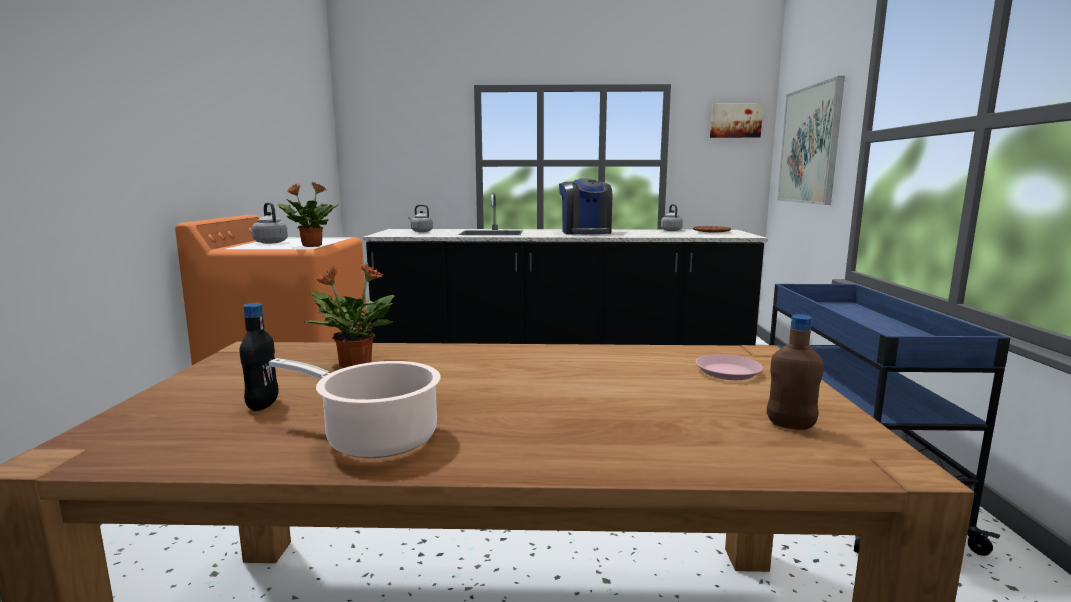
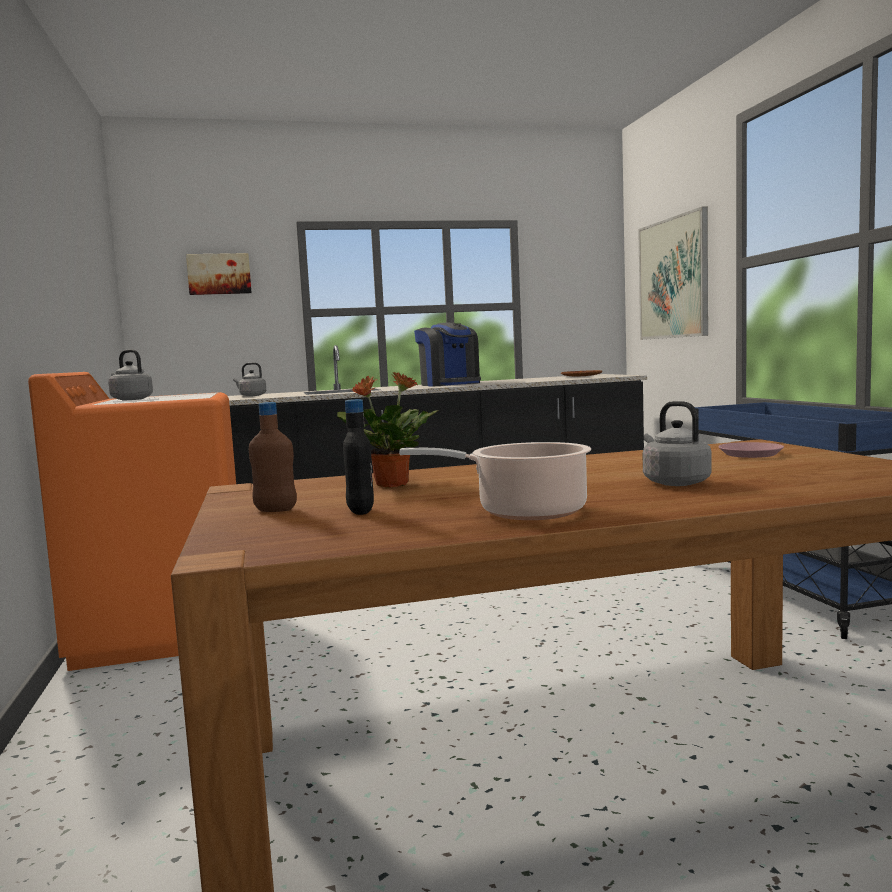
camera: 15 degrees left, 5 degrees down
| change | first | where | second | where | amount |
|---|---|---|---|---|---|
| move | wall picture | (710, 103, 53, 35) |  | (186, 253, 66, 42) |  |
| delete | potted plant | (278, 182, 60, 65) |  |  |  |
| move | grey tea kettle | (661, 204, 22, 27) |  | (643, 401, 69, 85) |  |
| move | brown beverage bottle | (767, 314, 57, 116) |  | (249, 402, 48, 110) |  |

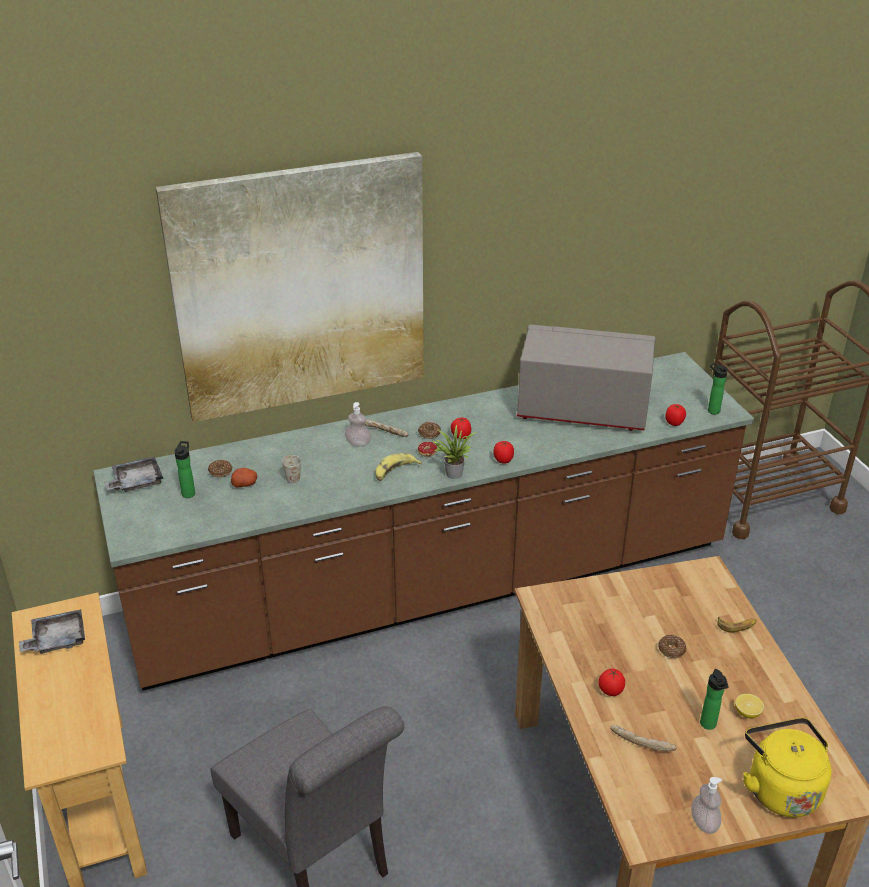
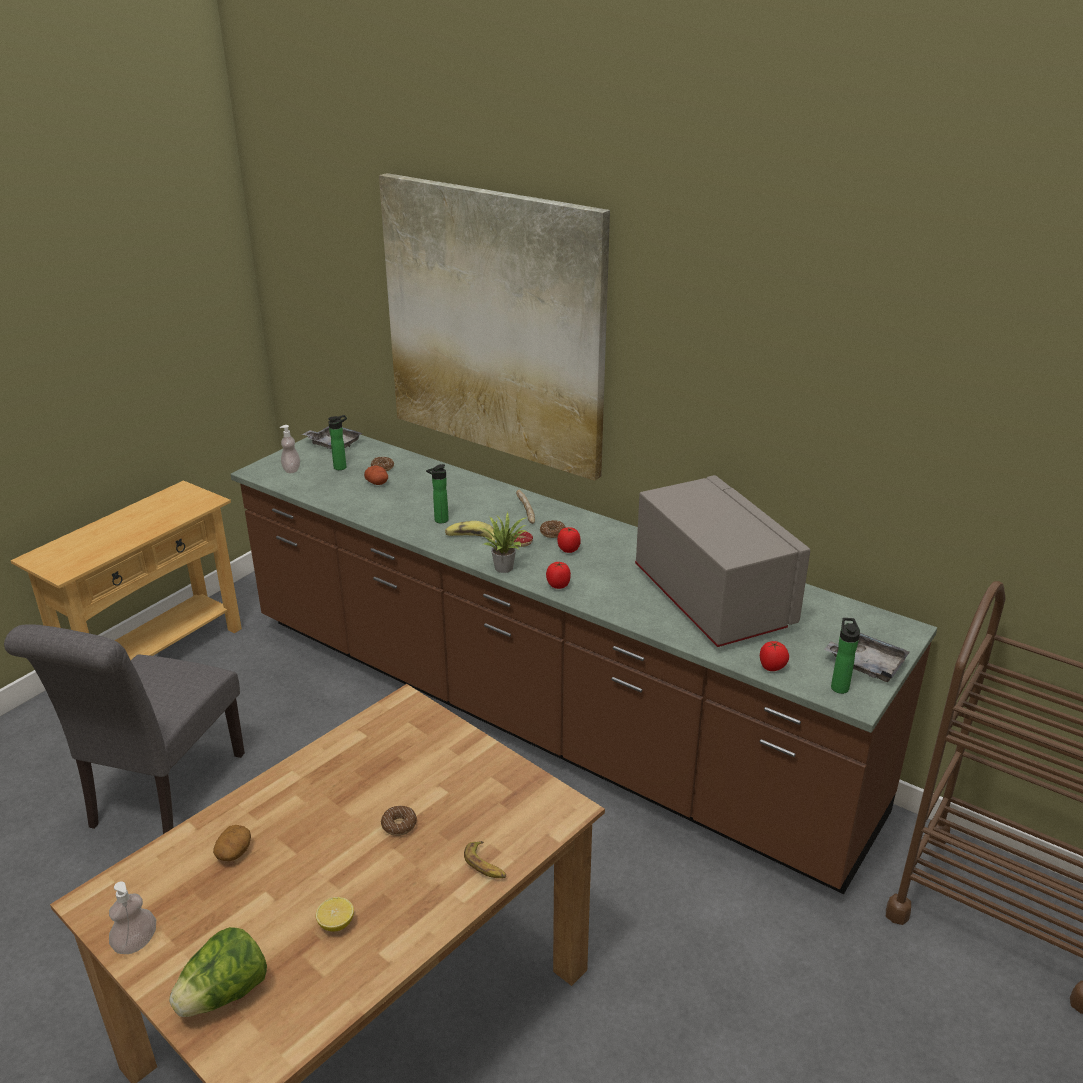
camera: 55 degrees right, 5 degrees down
| change | first | where | second | where | amount |
|---|---|---|---|---|---|
| move | soap bottle | (345, 402, 26, 45) |  | (280, 425, 20, 48) |  |
| delete | whitish tea mug | (282, 455, 19, 28) |  |  |  |
| move | grey serving tray | (19, 609, 66, 45) |  | (824, 633, 86, 49) |  |
| delete | fresh tomato | (598, 669, 27, 27) |  |  |  |
| move | beverage bottle | (700, 669, 28, 61) |  | (426, 464, 23, 59) |  |
| replace | yellowish tea kettle | (743, 718, 89, 99) | lettuce head | (169, 927, 98, 90) |  |
| replace | bakery bread | (610, 725, 67, 26) | whole potato | (213, 825, 38, 36) |  |

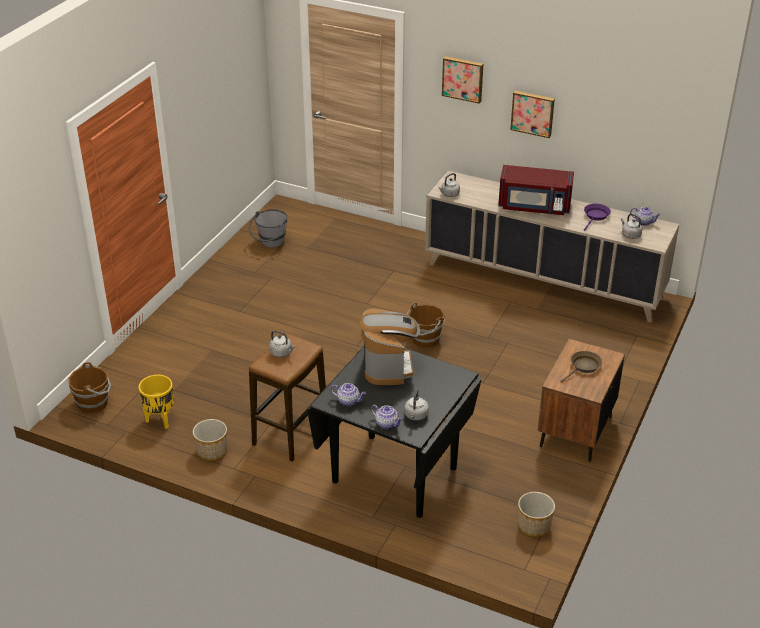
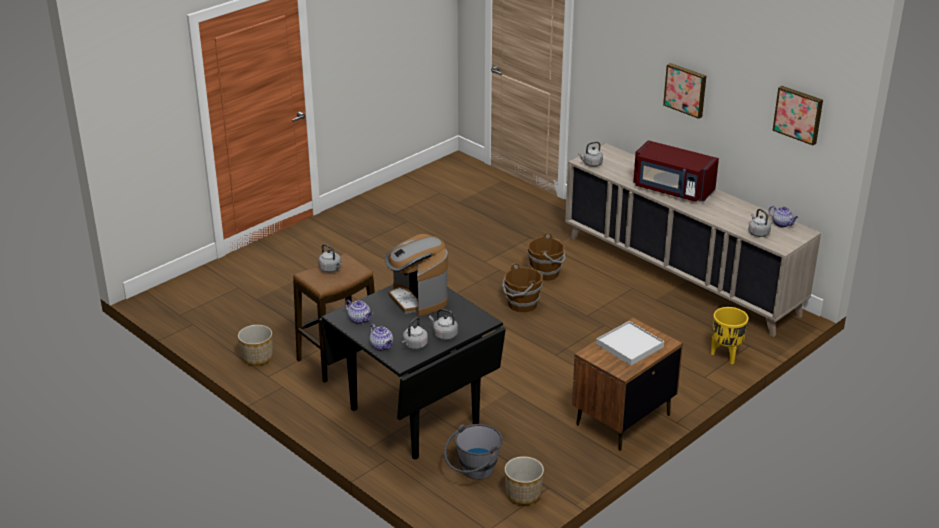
camera: 20 degrees right, 5 degrees down
| change | first | where | second | where | amount |
|---|---|---|---|---|---|
| move | wall picture | (442, 56, 41, 48) |  | (772, 86, 51, 59) |  |
| delete | purple frying pan | (584, 204, 27, 27) |  |  |  |
| move | grey pail | (249, 209, 39, 39) |  | (444, 424, 59, 56) |  |
| rotate | coffee machine | (359, 308, 61, 77) |  | (385, 234, 63, 82) | 135 degrees clockwise |
| replace | brown frying pan | (560, 351, 42, 31) | whitish serving tray | (596, 321, 68, 45) |  |
| move | brown pail | (68, 362, 43, 51) |  | (528, 233, 38, 48) |  |
| move | yellowish flower pot | (138, 375, 36, 54) |  | (711, 307, 37, 57) |  |
| insert |  |  | grey tea kettle | (429, 309, 29, 31) |  |

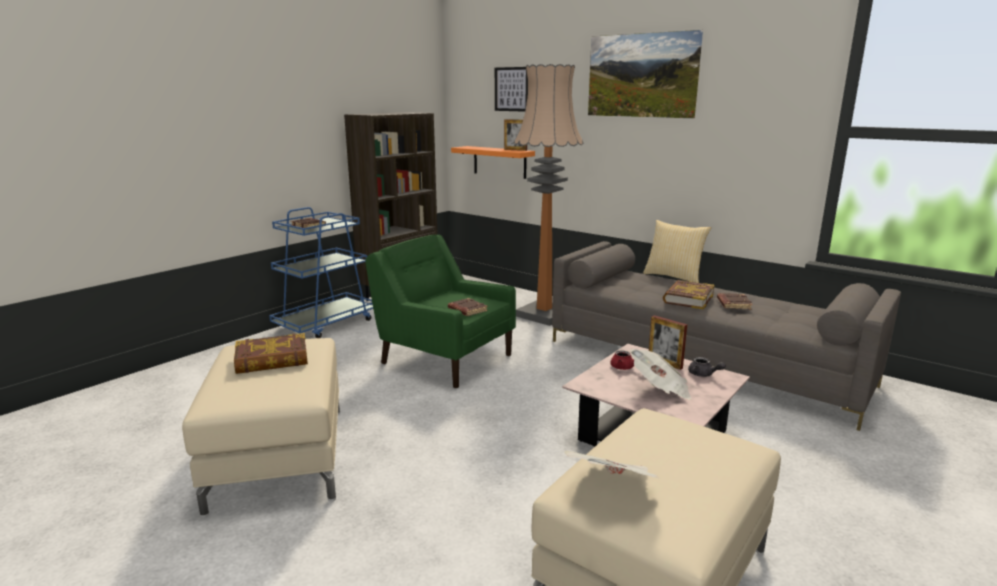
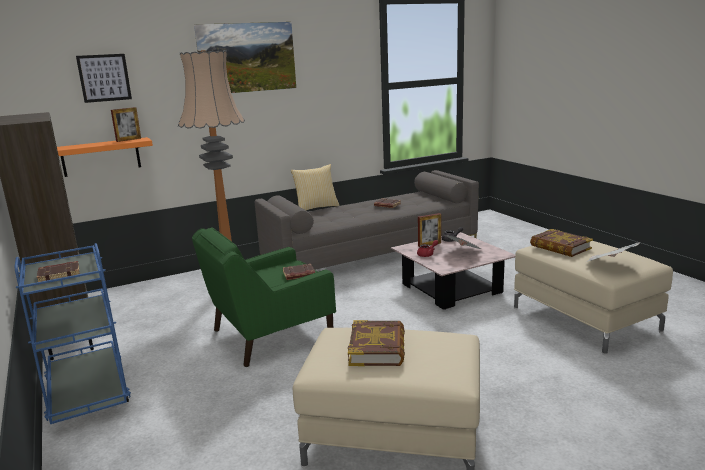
camera: 65 degrees left, 0 degrees up
| change | first | where | second | where | amount |
|---|---|---|---|---|---|
| move | book | (663, 280, 52, 29) |  | (530, 229, 63, 28) |  |

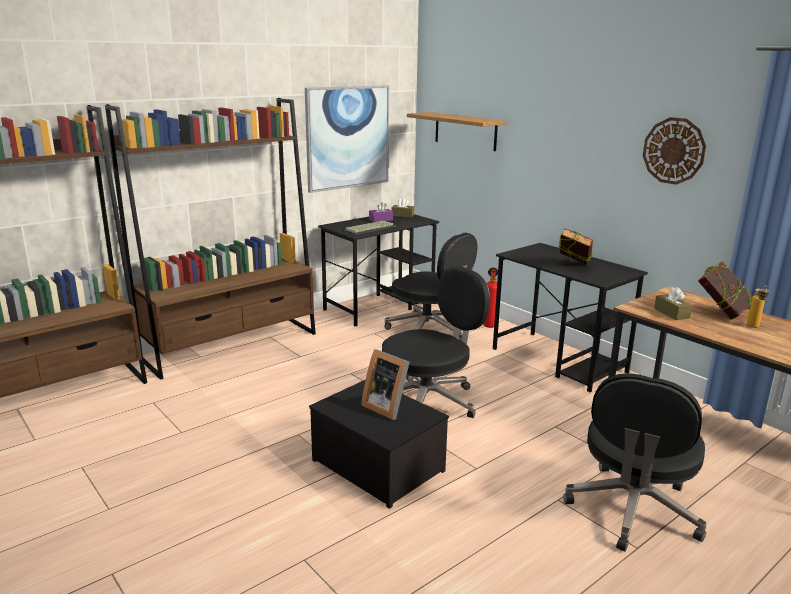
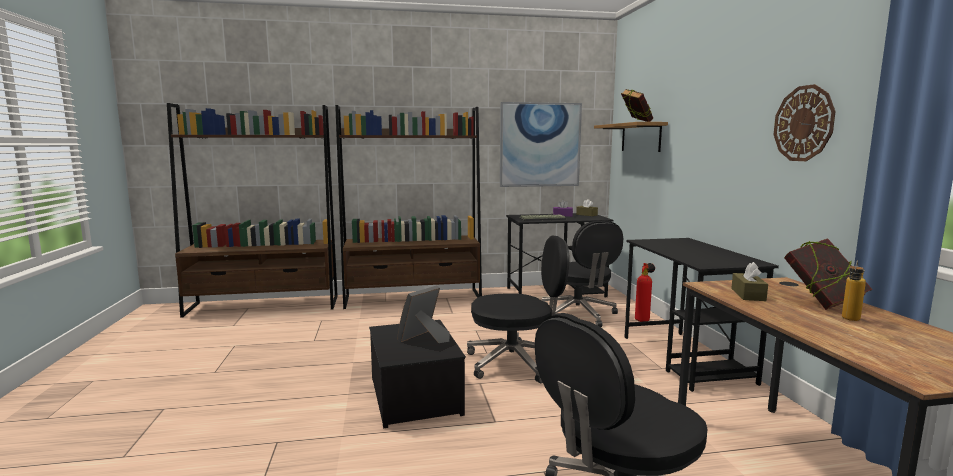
camera: 30 degrees right, 10 degrees down
| change | first | where | second | where | amount |
|---|---|---|---|---|---|
| move | book | (559, 228, 34, 37) |  | (621, 89, 32, 33) |  |
| rotate | photo frame | (361, 350, 49, 70) |  | (398, 285, 52, 58) | 60 degrees clockwise |

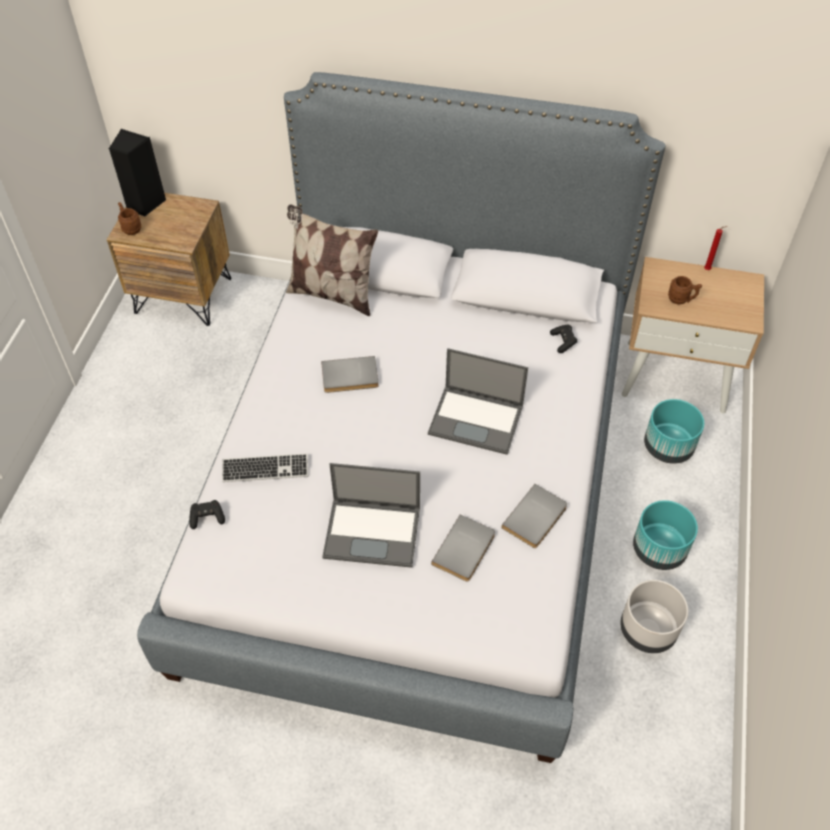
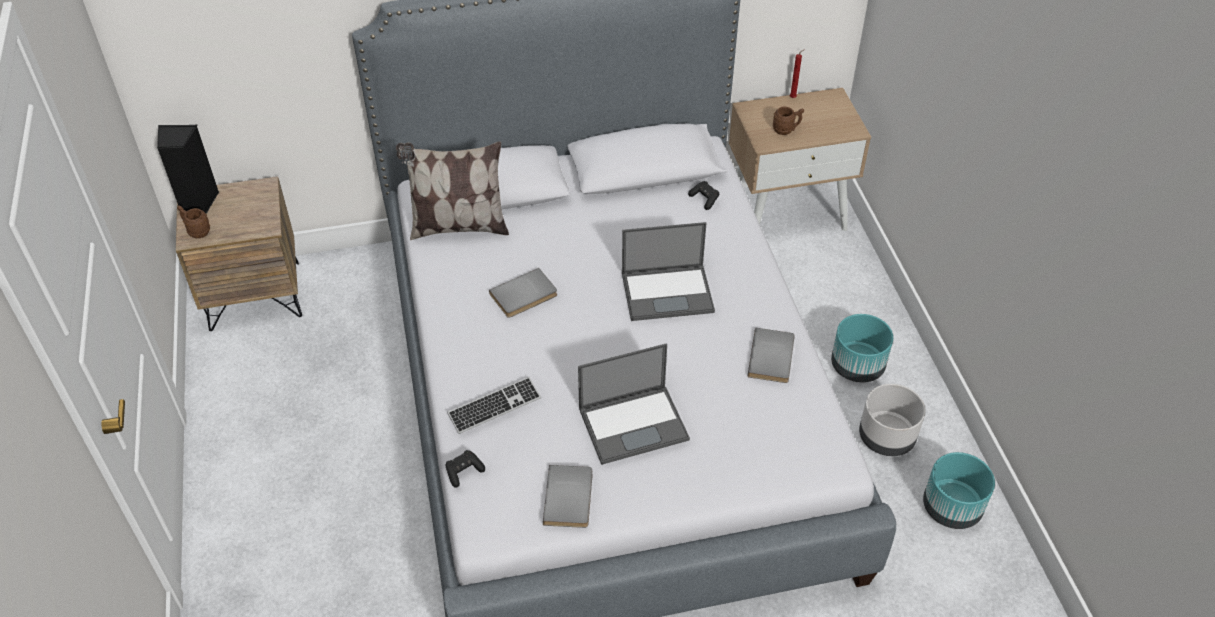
camera: 25 degrees left, 5 degrees down
| change | first | where | second | where | amount |
|---|---|---|---|---|---|
| move | turquoise flower pot | (644, 399, 60, 65) |  | (923, 452, 72, 77) |  |
| move | grey book | (431, 515, 64, 67) |  | (543, 465, 49, 63) |  |

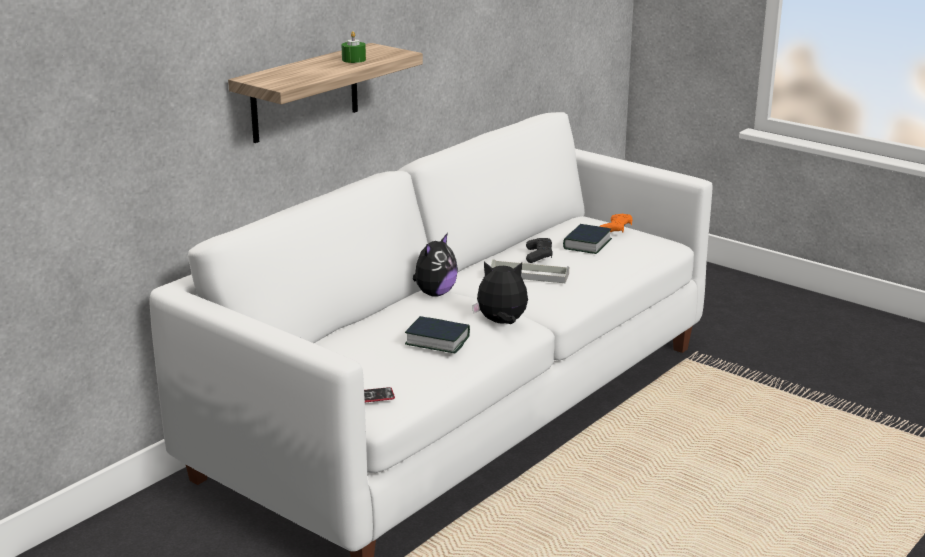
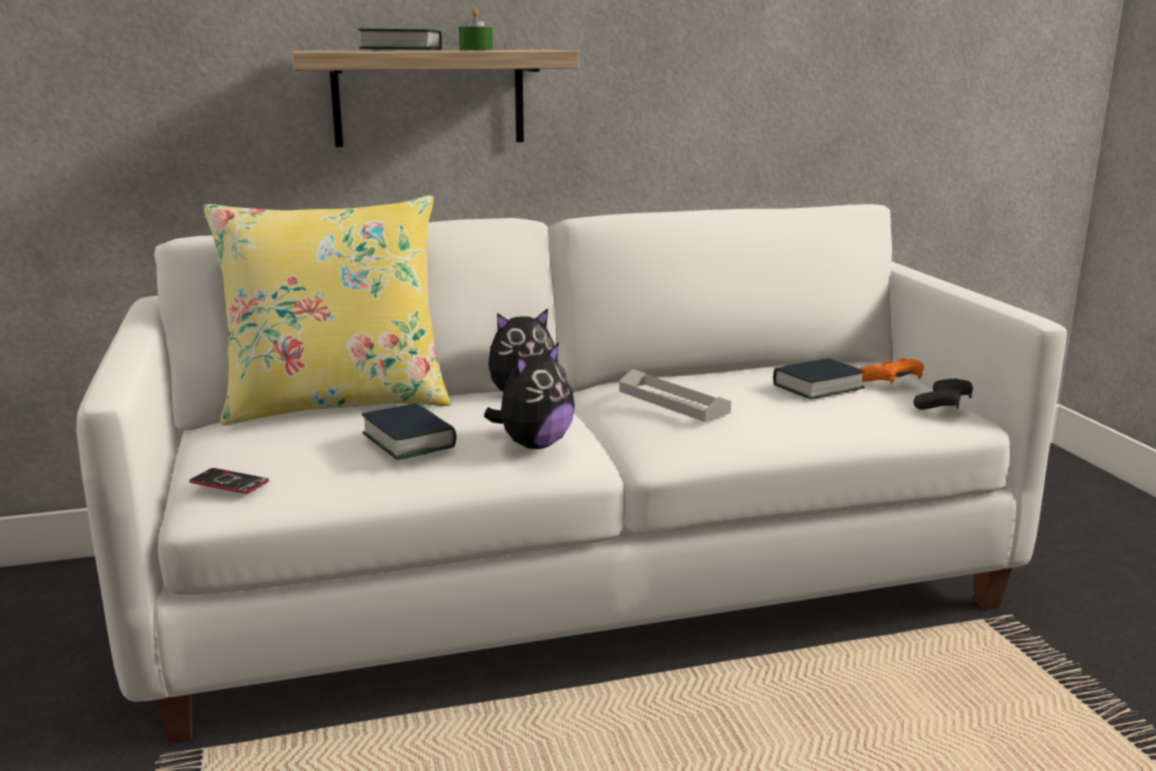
camera: 35 degrees right, 5 degrees down
| change | first | where | second | where | amount |
|---|---|---|---|---|---|
| move | black-coloured joypad | (526, 238, 27, 25) |  | (913, 379, 60, 31) |  |
| rotate | plush toy | (472, 262, 56, 62) |  | (484, 342, 91, 107) | 90 degrees clockwise |
| insert |  |  | book | (359, 29, 83, 21) |  |
| insert |  |  | yellowish throw pillow | (204, 195, 247, 231) |  |

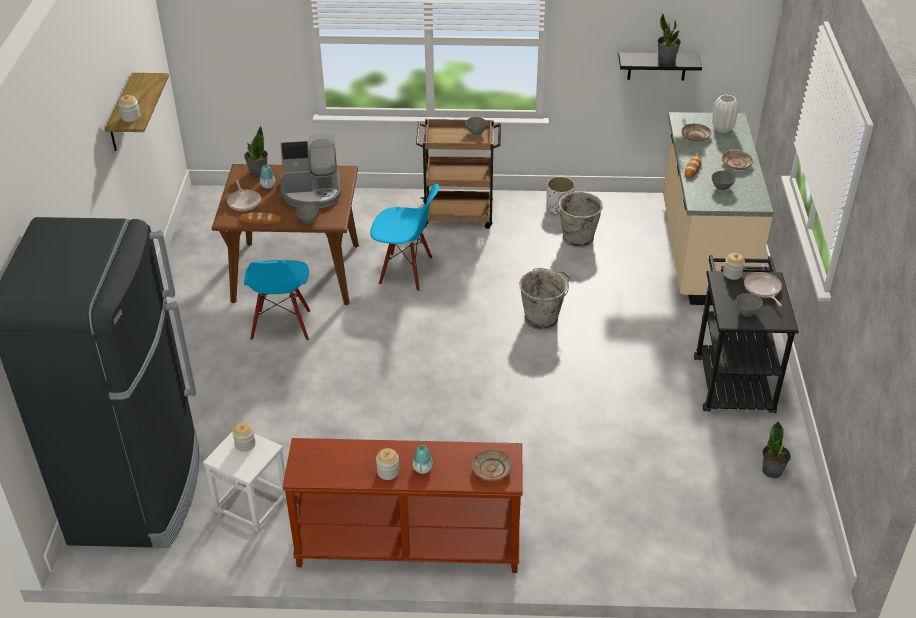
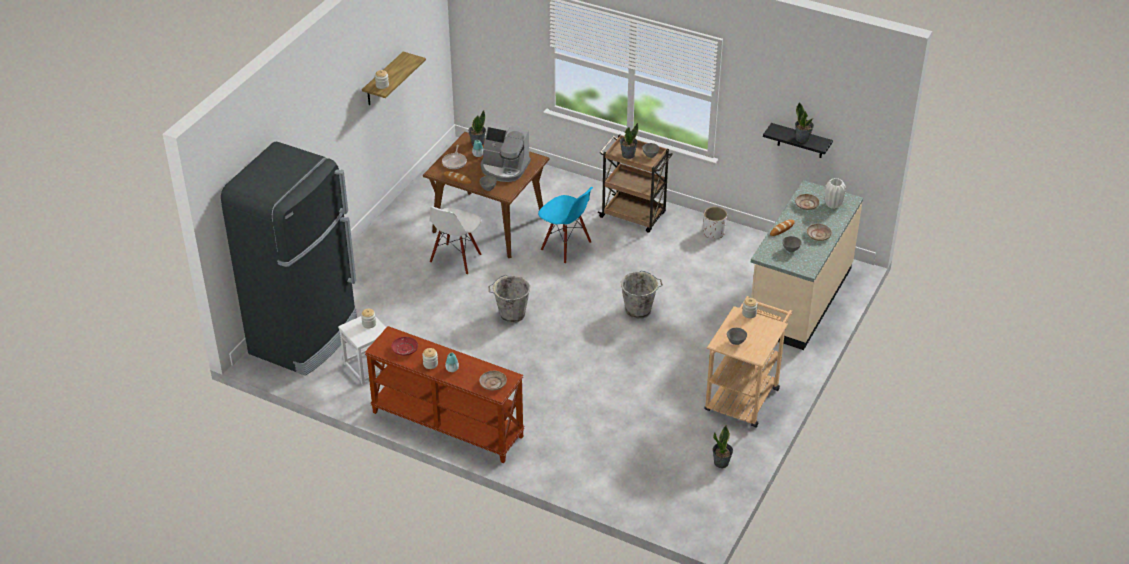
camera: 25 degrees right, 0 degrees up
| change | first | where | second | where | amount |
|---|---|---|---|---|---|
| move | grey pail | (555, 192, 48, 55) |  | (488, 275, 42, 48) |  |
| recolor | black-coloured wheeled cart | (694, 255, 105, 158) | beige wheeled cart | (704, 296, 88, 132) |  |
| recolor | bluish chair | (244, 260, 66, 81) | whitish chair | (430, 207, 51, 68) |  |
| delete | frying pan | (744, 272, 38, 34) |  |  |  |
| insert |  |  | potted plant | (620, 123, 18, 36) |  |
| insert |  |  | reddish plate | (391, 337, 27, 19) |  |

